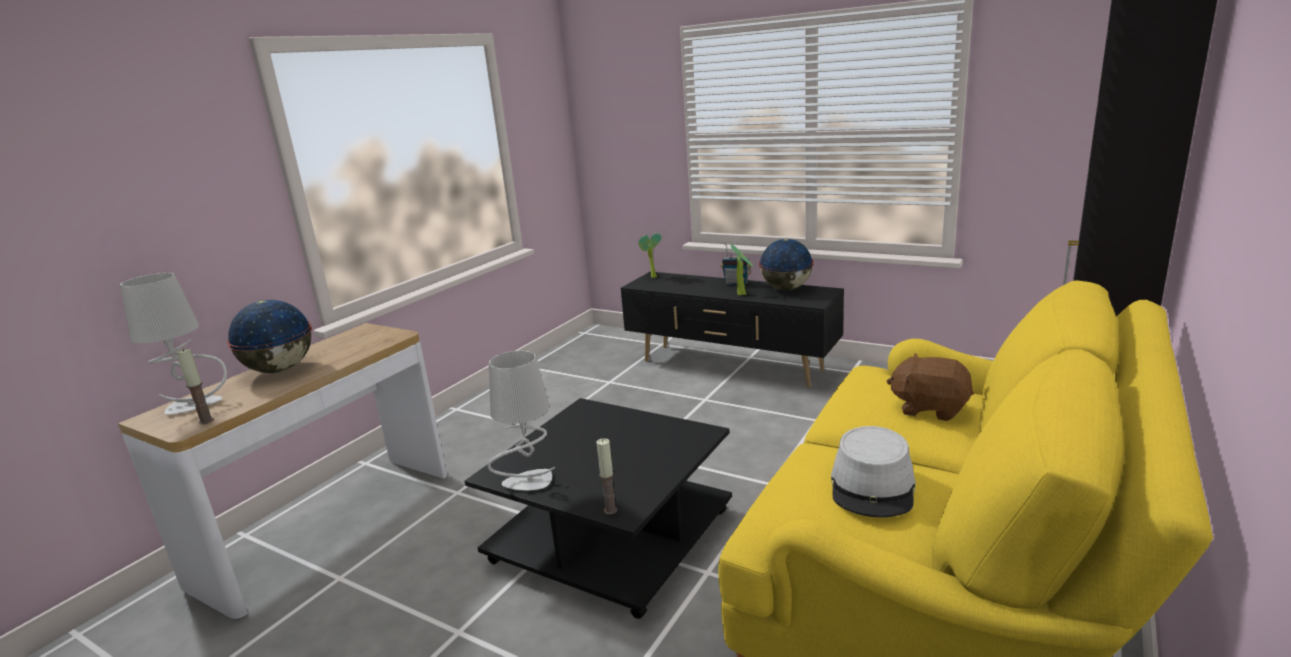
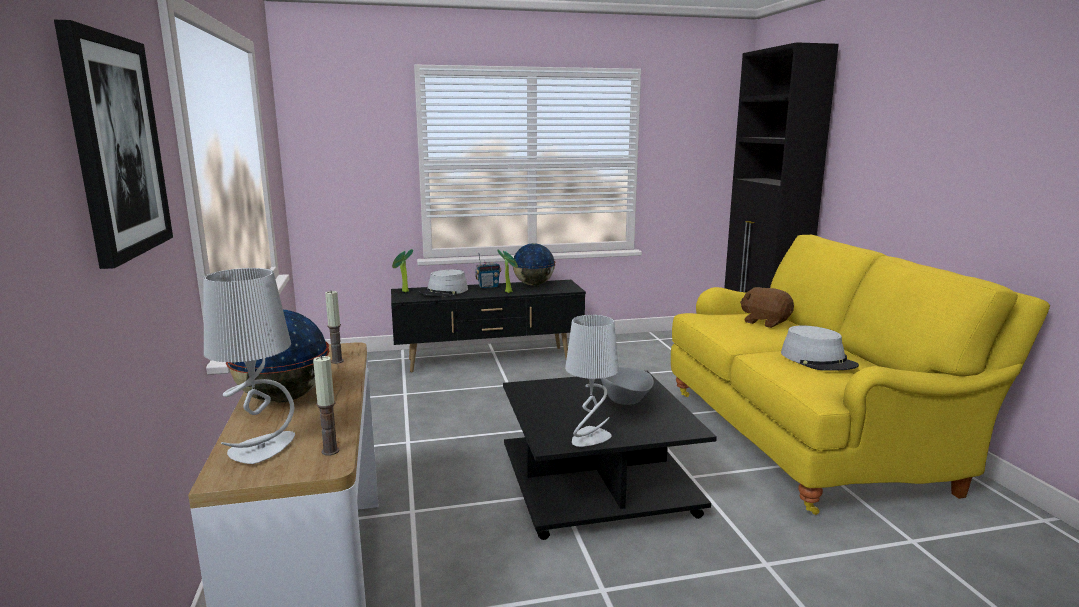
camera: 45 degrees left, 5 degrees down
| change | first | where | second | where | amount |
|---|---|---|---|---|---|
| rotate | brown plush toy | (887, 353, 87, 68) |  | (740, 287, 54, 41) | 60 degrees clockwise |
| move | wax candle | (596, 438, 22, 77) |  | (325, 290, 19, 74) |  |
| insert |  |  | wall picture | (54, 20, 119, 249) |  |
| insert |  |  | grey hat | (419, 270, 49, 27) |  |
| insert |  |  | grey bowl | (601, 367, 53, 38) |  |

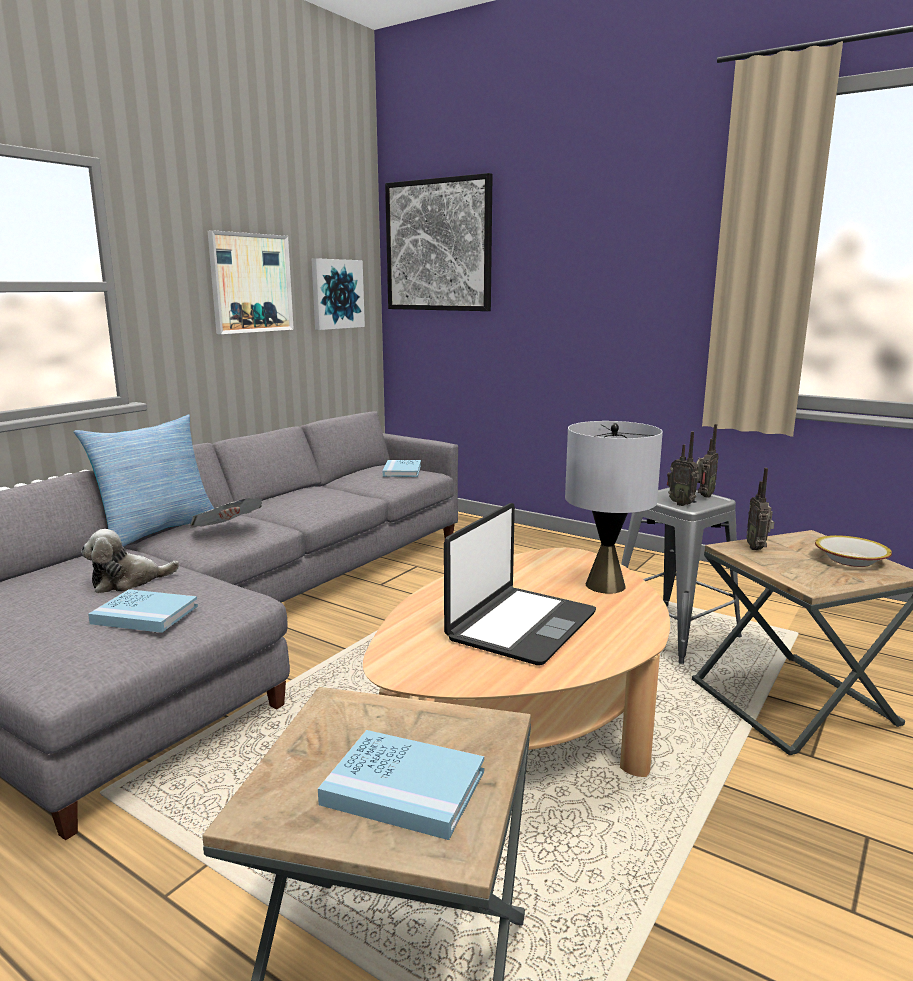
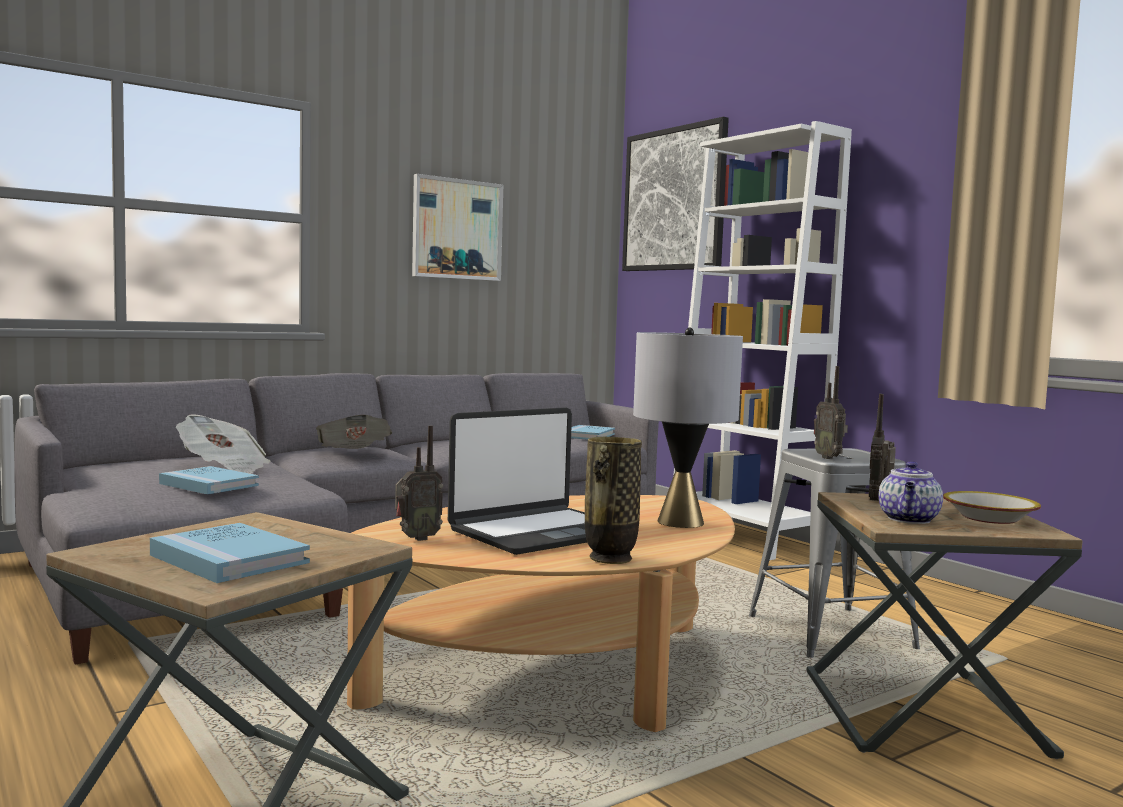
camera: 20 degrees right, 10 degrees down
| change | first | where | second | where | amount |
|---|---|---|---|---|---|
| delete | wall picture | (312, 258, 53, 72) |  |  |  |
| delete | throw pillow | (74, 414, 140, 133) |  |  |  |
| move | radio | (696, 424, 23, 74) |  | (395, 426, 48, 115) |  |
| replace | plush toy | (81, 529, 99, 64) | daily paper | (176, 414, 95, 60) |  |
| insert |  |  | whitish shelving unit | (673, 121, 179, 439) |  |
| insert |  |  | decorative vase | (585, 437, 57, 127) |  |
| insert |  |  | pot for tea | (879, 461, 64, 63) |  |

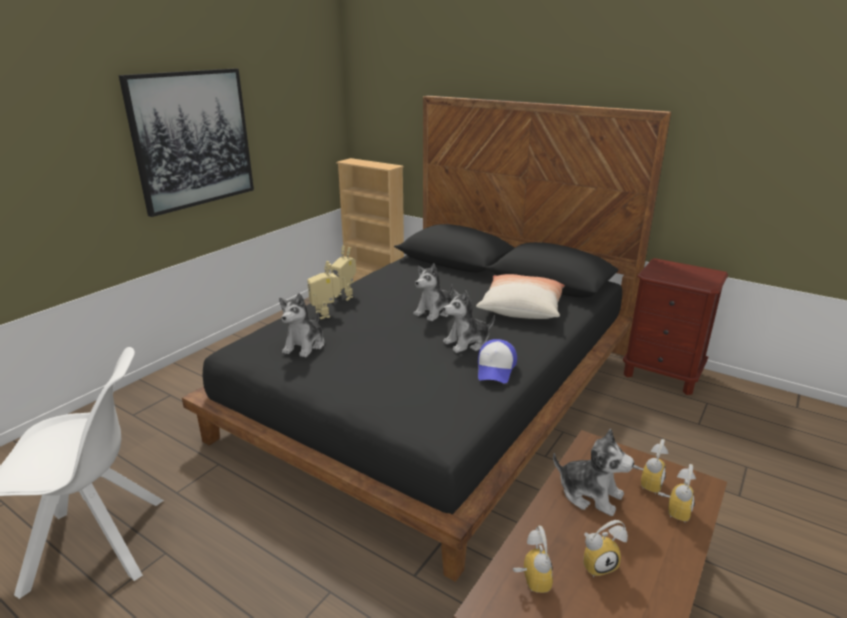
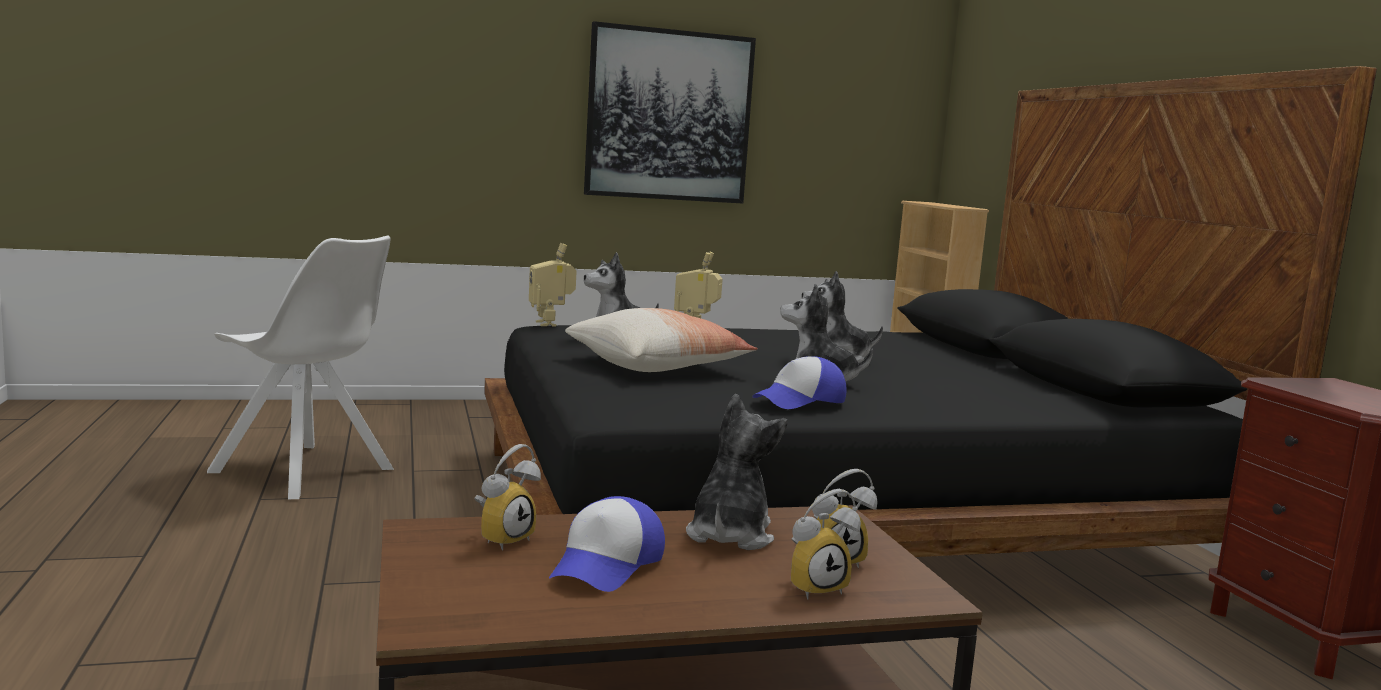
camera: 40 degrees right, 15 degrees down
| change | first | where | second | where | amount |
|---|---|---|---|---|---|
| move | model robot | (331, 246, 25, 55) |  | (529, 243, 48, 83) |  |
| move | throw pillow | (476, 274, 89, 45) |  | (565, 308, 193, 64) |  |
| rotate | plush toy | (553, 429, 81, 87) |  | (686, 394, 102, 156) | 150 degrees counterclockwise |
| replace | table clock | (583, 520, 45, 57) | cap | (549, 496, 116, 96) |  |

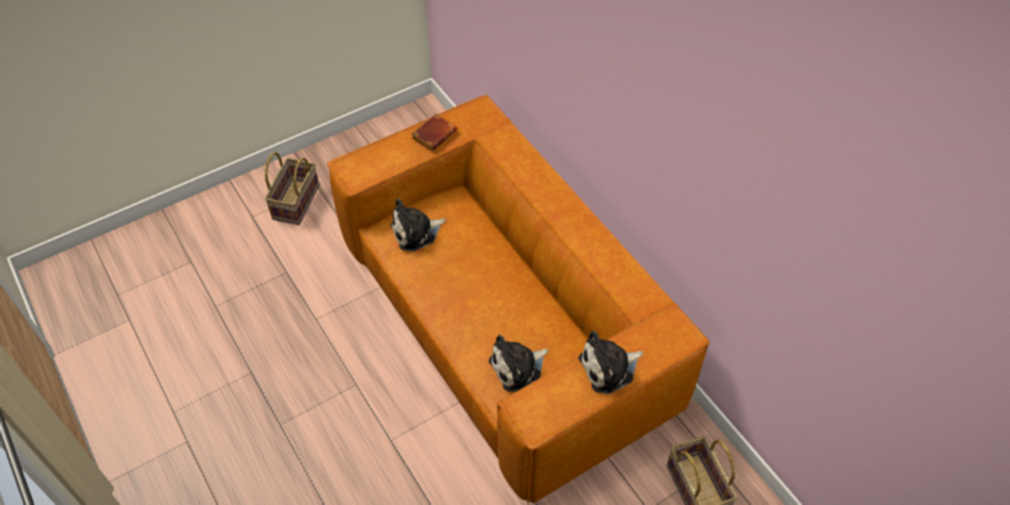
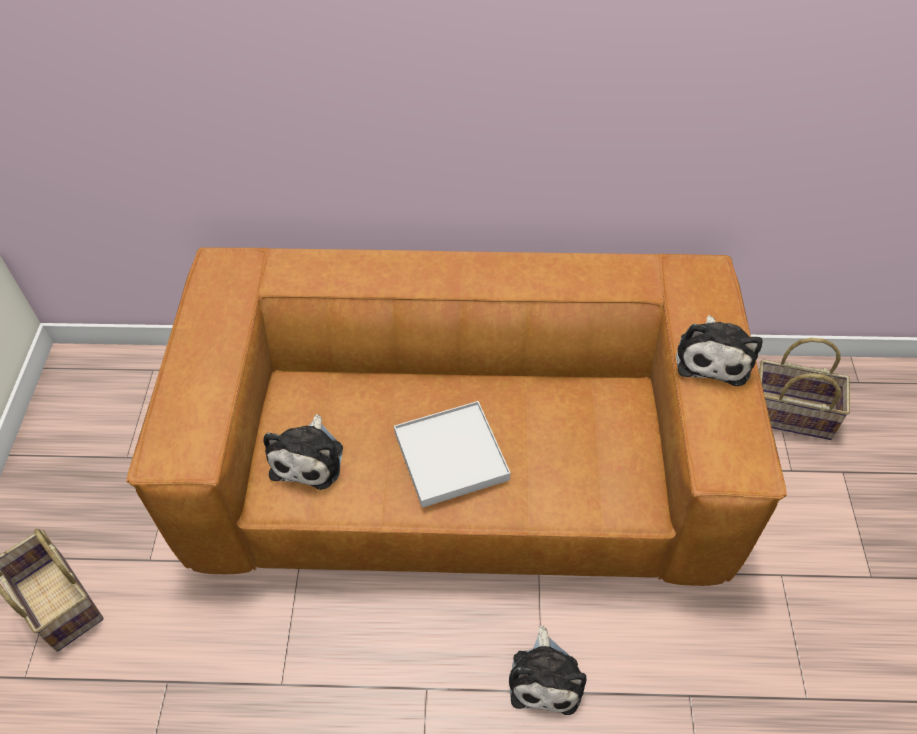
camera: 55 degrees left, 0 degrees up
| change | first | where | second | where | amount |
|---|---|---|---|---|---|
| delete | brown book | (412, 114, 45, 37) |  |  |  |
| move | plush toy | (489, 335, 59, 57) |  | (509, 626, 77, 89) |  |
| insert |  |  | whitish serving tray | (394, 401, 116, 107) |  |

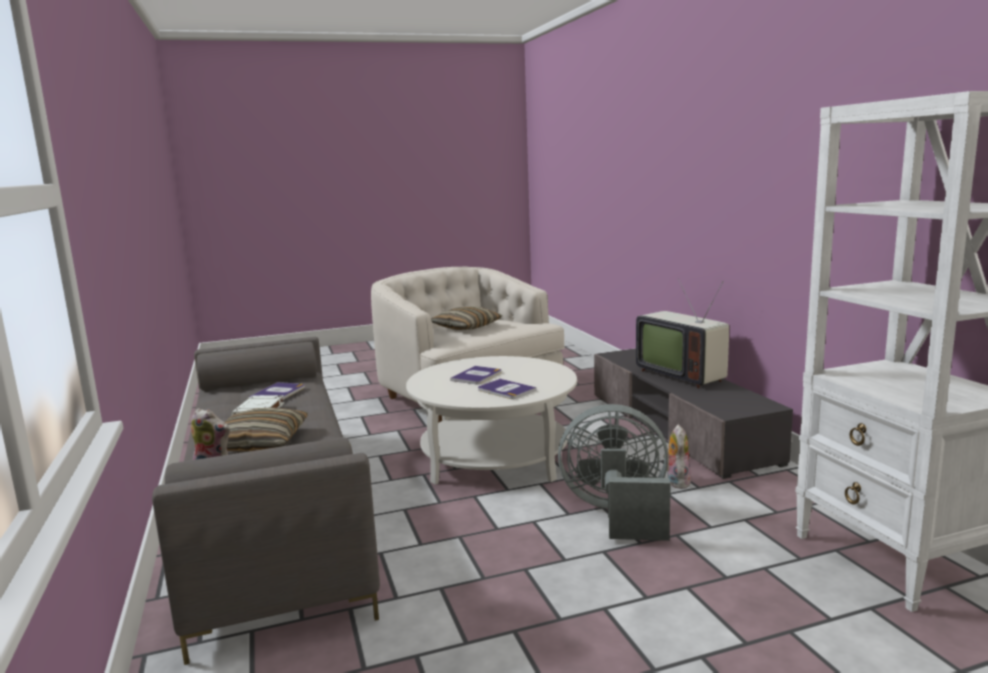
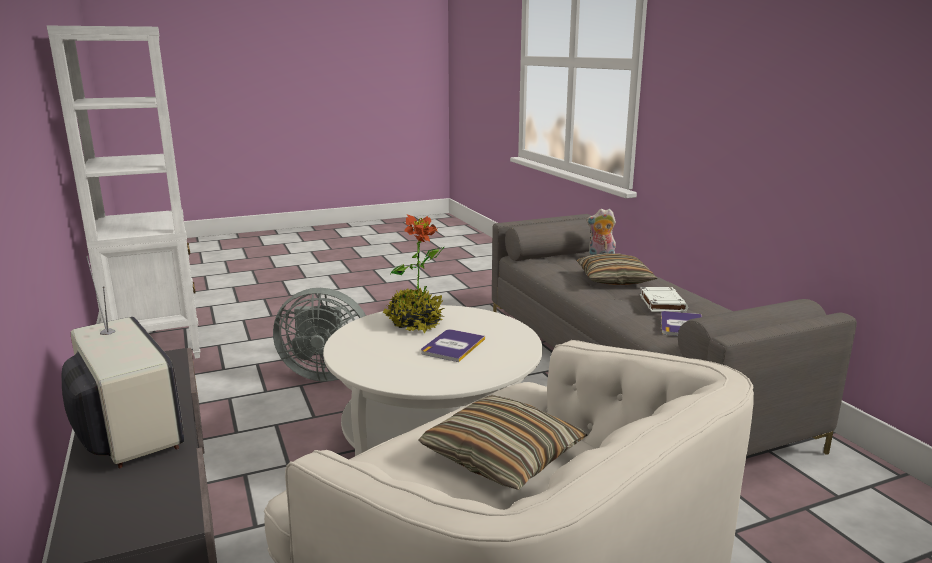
camera: 175 degrees right, 5 degrees up
| change | first | where | second | where | amount |
|---|---|---|---|---|---|
| replace | book | (478, 379, 59, 20) | potted plant | (383, 215, 61, 119) |  |
| delete | plush toy | (663, 424, 28, 65) |  |  |  |

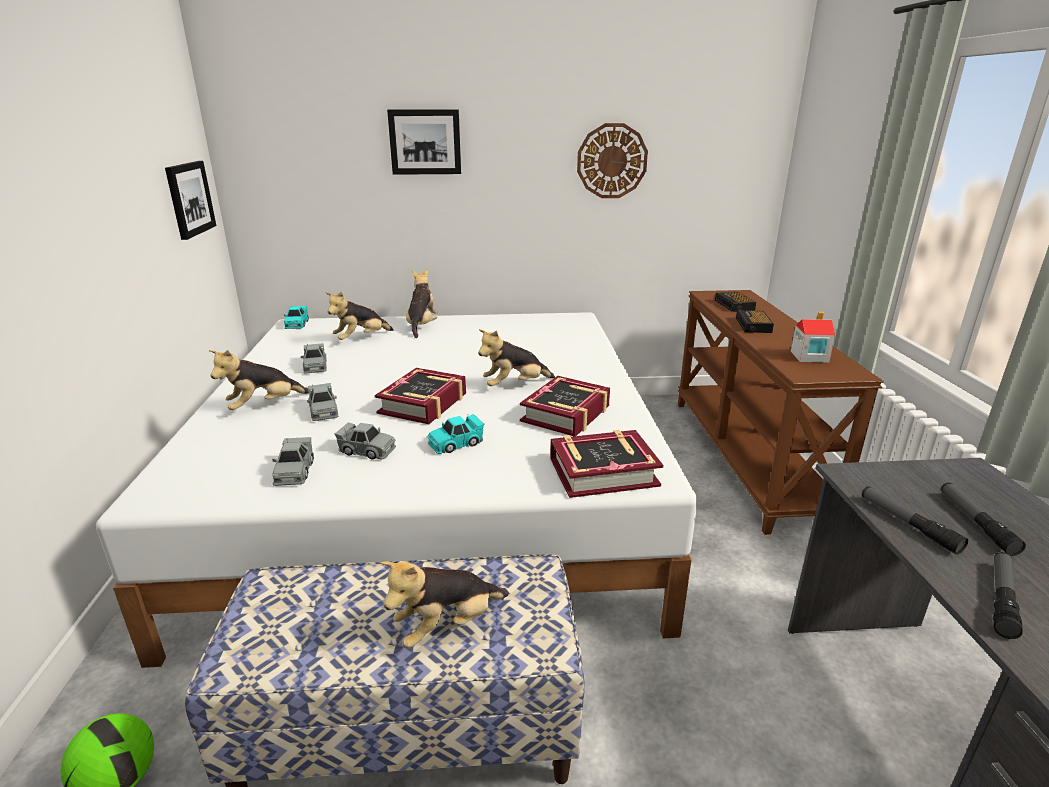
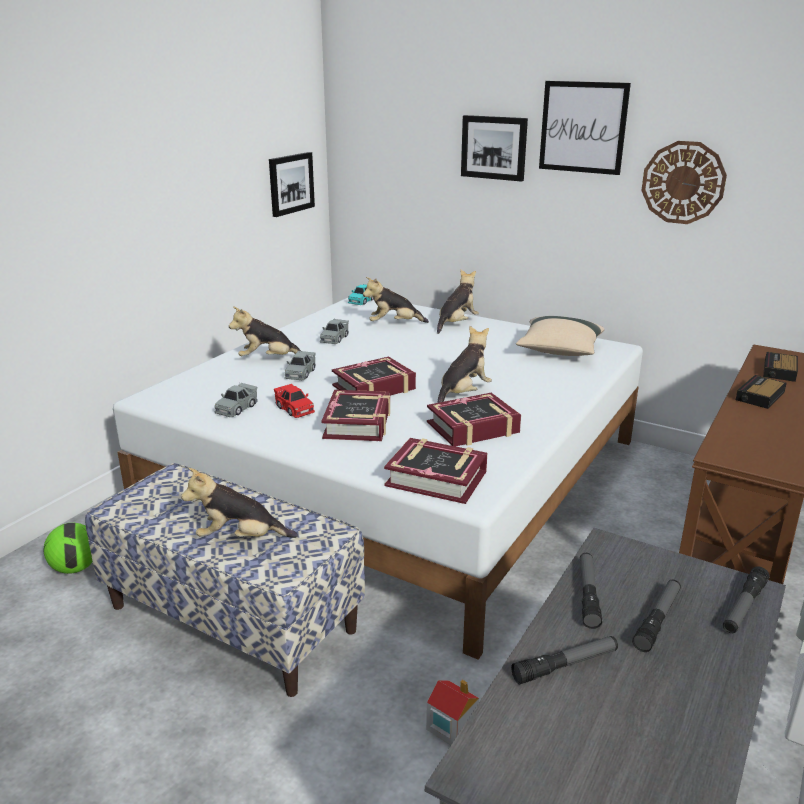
camera: 35 degrees right, 0 degrees up
| change | first | where | second | where | amount |
|---|---|---|---|---|---|
| move | toy house | (791, 312, 44, 51) |  | (426, 680, 53, 65) |  |
| rotate | plush toy | (478, 329, 77, 57) |  | (437, 326, 55, 77) | 120 degrees clockwise |
| replace | turquoise model car | (427, 414, 57, 40) | book | (322, 390, 68, 51) |  |
| recolor | grey model car | (335, 422, 61, 38) | reddish model car | (274, 384, 41, 34) |  |
| insert |  |  | wall picture | (539, 81, 92, 94) |  |
| insert |  |  | beige throw pillow | (516, 316, 89, 40) |  |
| insert |  |  | torch | (723, 566, 47, 67) |  |

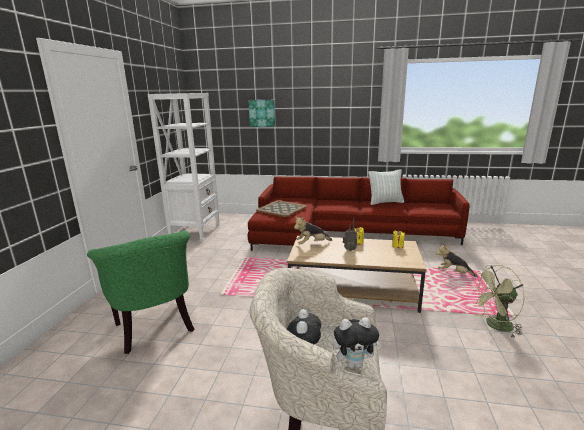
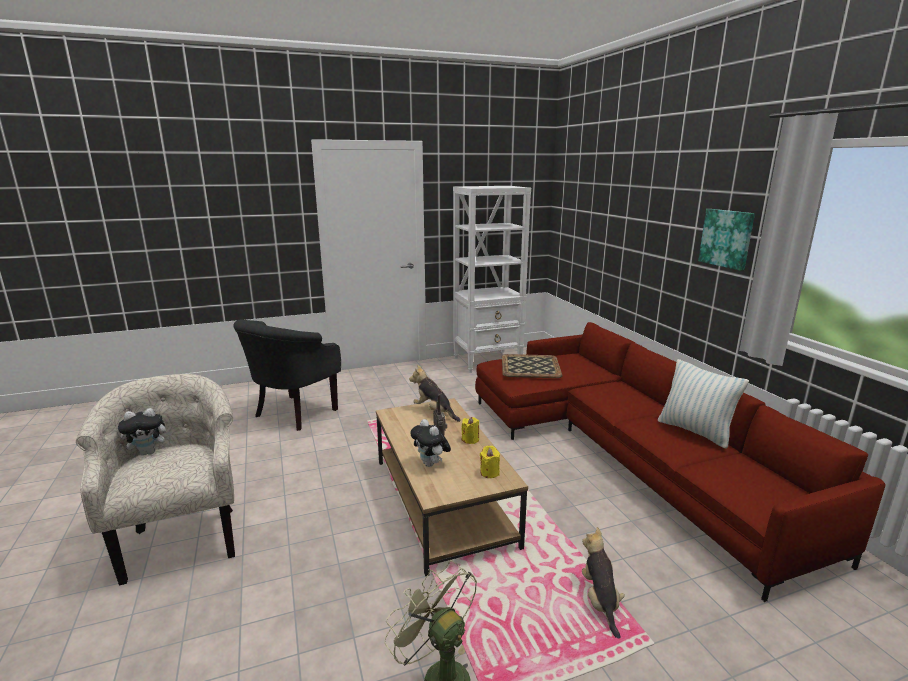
camera: 60 degrees right, 0 degrees up
| change | first | where | second | where | amount |
|---|---|---|---|---|---|
| move | wall picture | (248, 100, 27, 27) |  | (698, 209, 57, 62) |  |
| recolor | green-coloured lounge chair | (87, 231, 107, 123) | black-coloured lounge chair | (234, 319, 107, 112) |  |
| move | plush toy | (333, 317, 49, 51) |  | (410, 419, 41, 48) |  |

